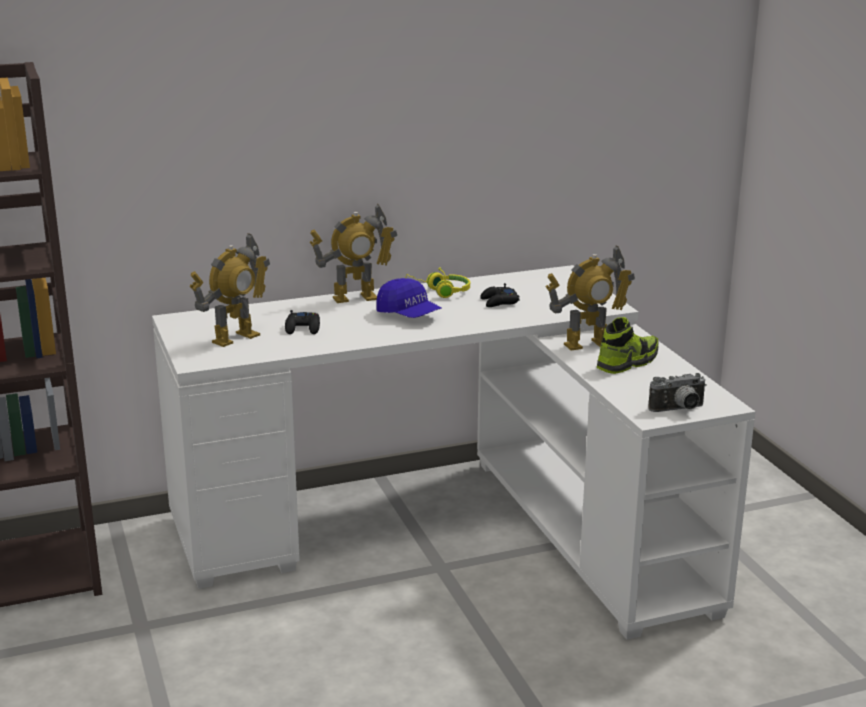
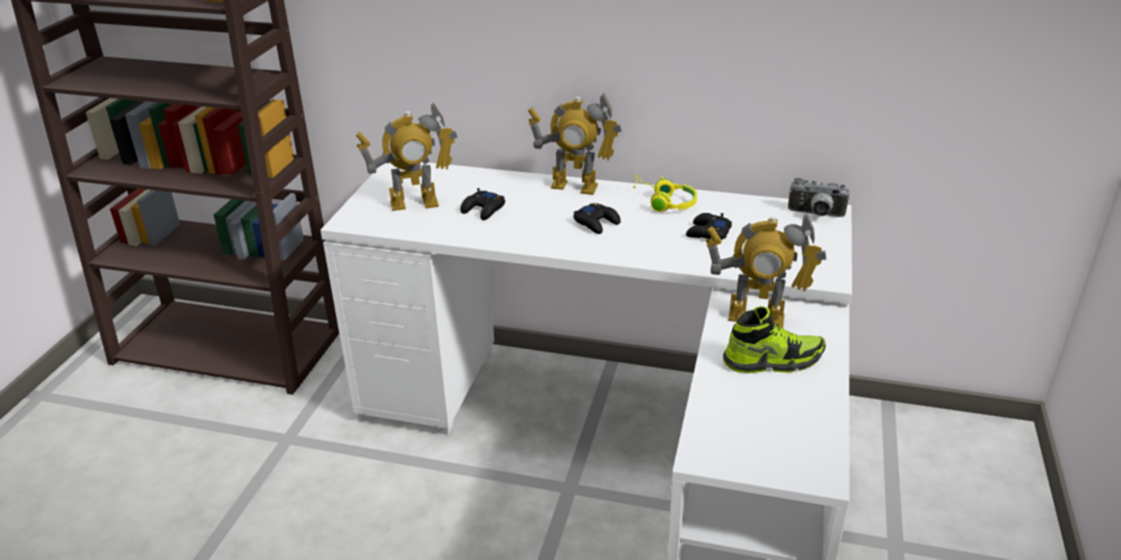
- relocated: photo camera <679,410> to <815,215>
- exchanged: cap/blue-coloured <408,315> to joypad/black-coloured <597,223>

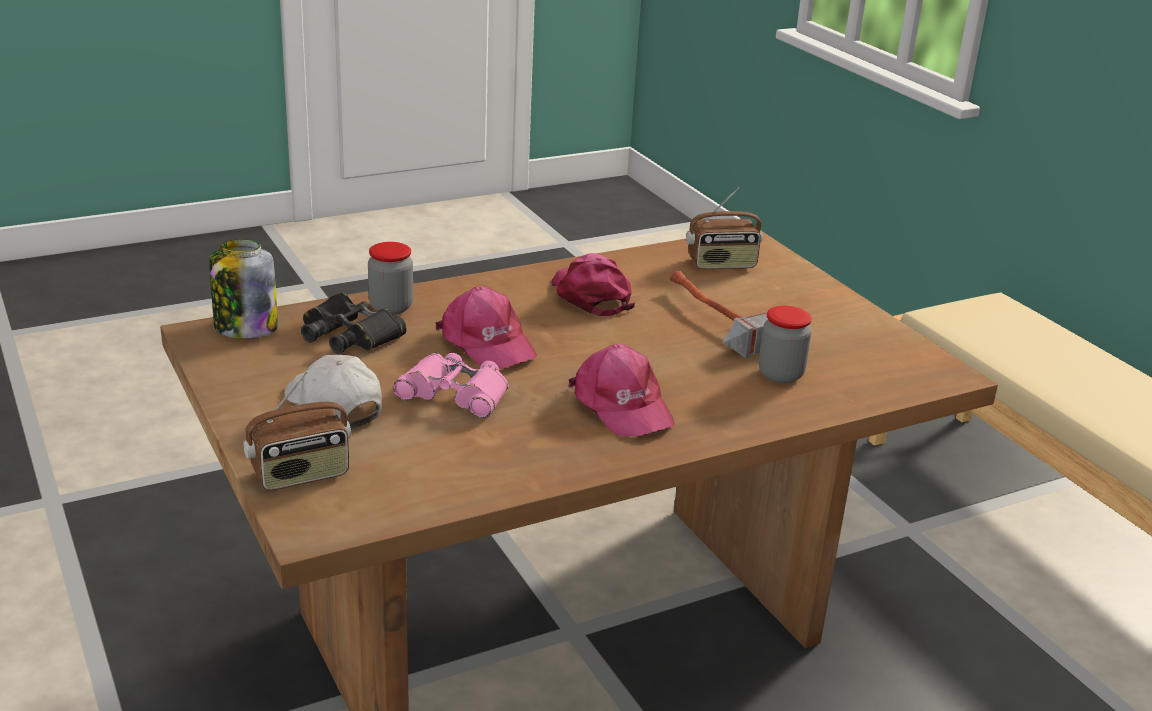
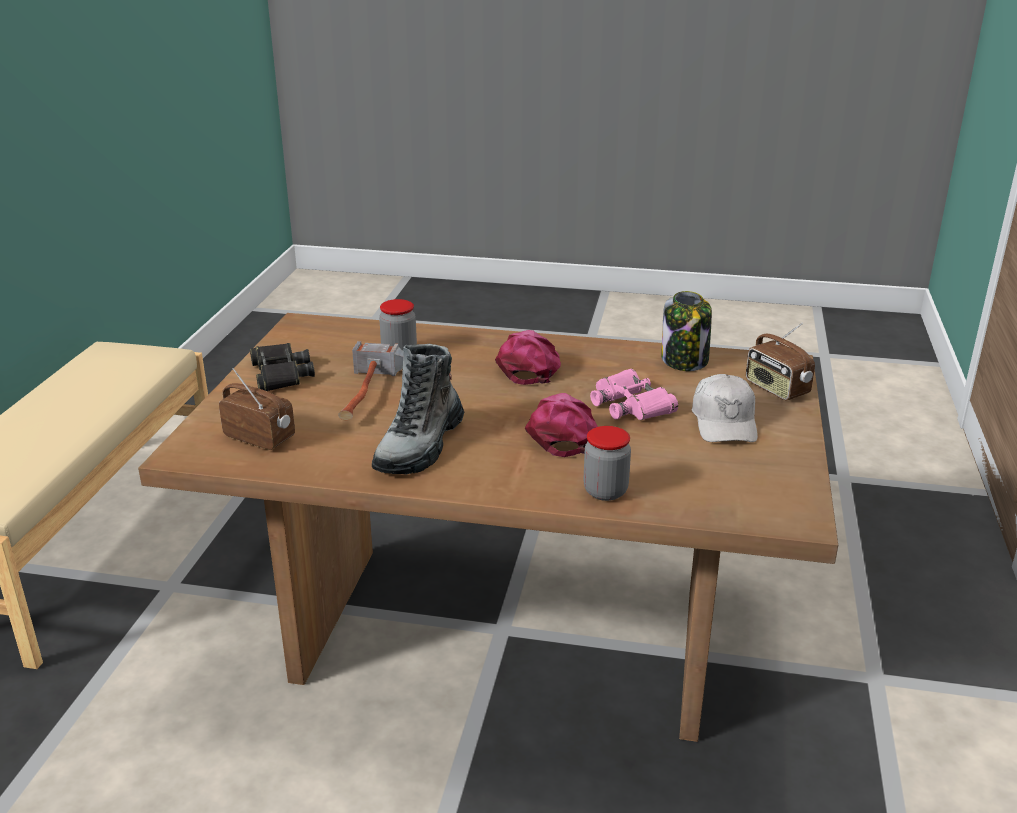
- relocated: jar <245,328> to <685,360>
- relocated: field glasses/black-coloured <349,335> to <280,374>
- exchanged: cap/pinkish <591,295> to tall boot <420,446>
- spun: radio <301,475> = <776,389> 135 degrees counterclockwise

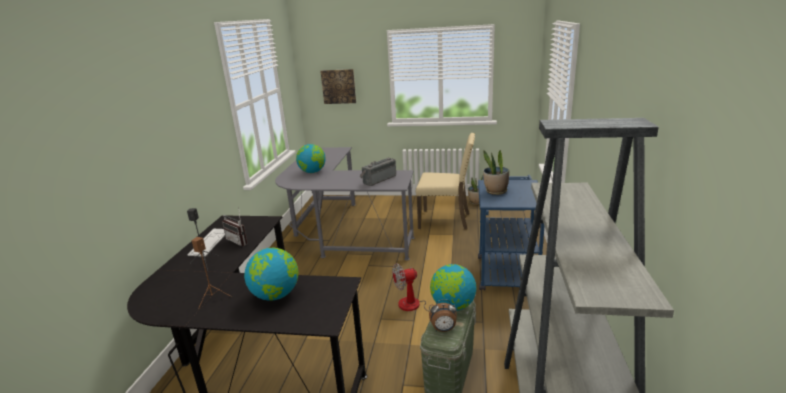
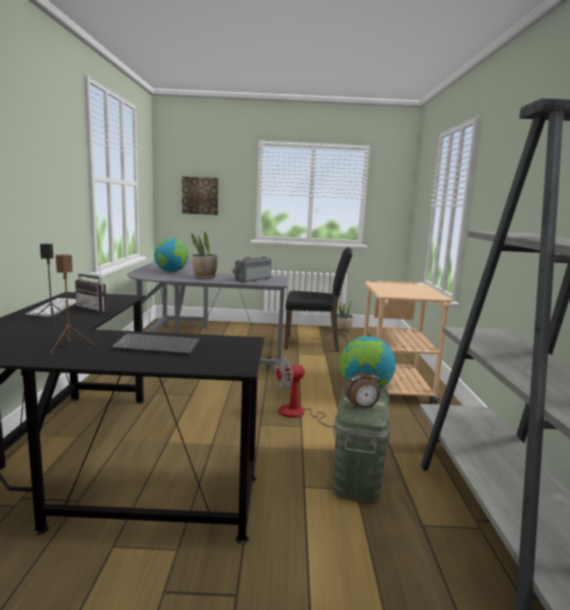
- relocated: potted plant <495,191> to <204,277>
- exchanged: globe <276,295> to computer keyboard <158,346>
- colour: plain chair/beige <445,220> to plain chair/black-coloured <313,344>
- colour: cart/blue-coloured <506,270> to cart/beige <392,385>

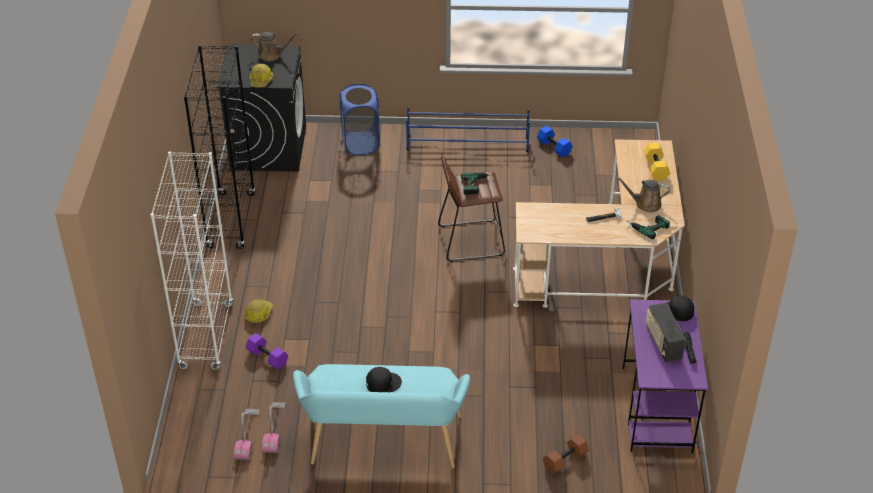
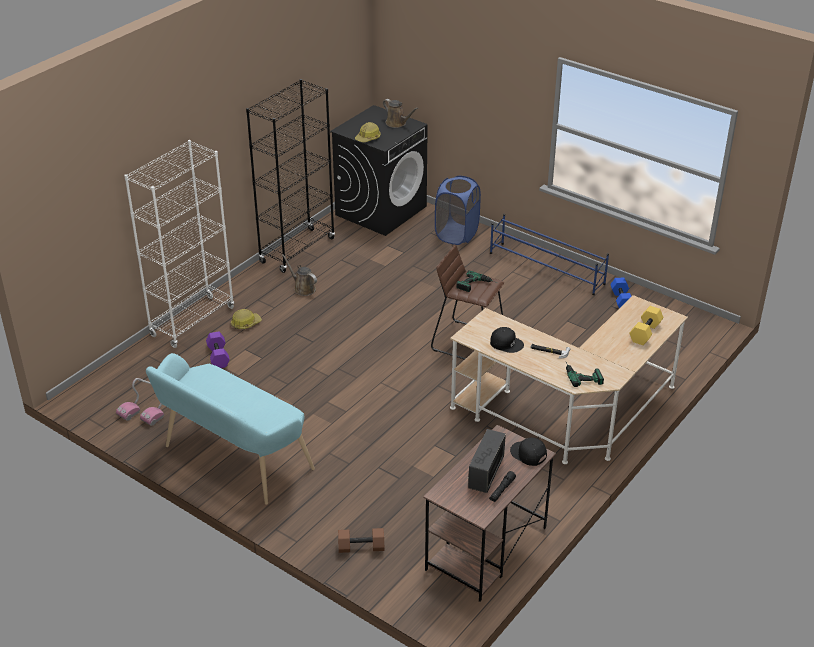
- relocated: cap/black-coloured <383,382> to <506,343>
- relocated: watering can/brownish <645,204> to <303,288>
- colour: desk unit/purplish <657,409> to desk unit/brownish <486,549>

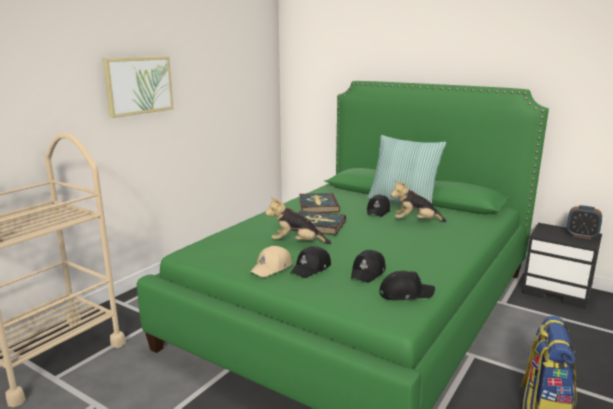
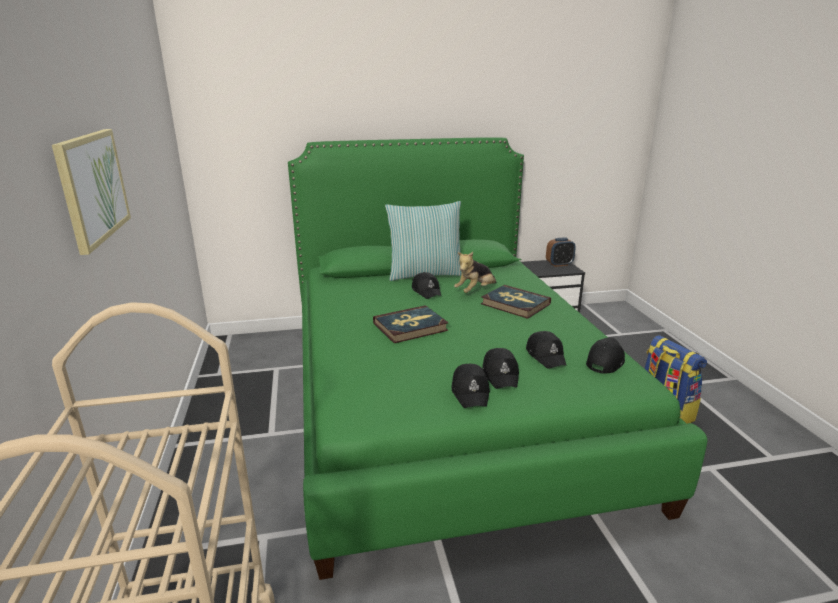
- missing: plush toy <296,243>
- relocated: volume <318,205> to <515,304>
- colour: cap/beige <272,268> to cap/black-coloured <470,392>

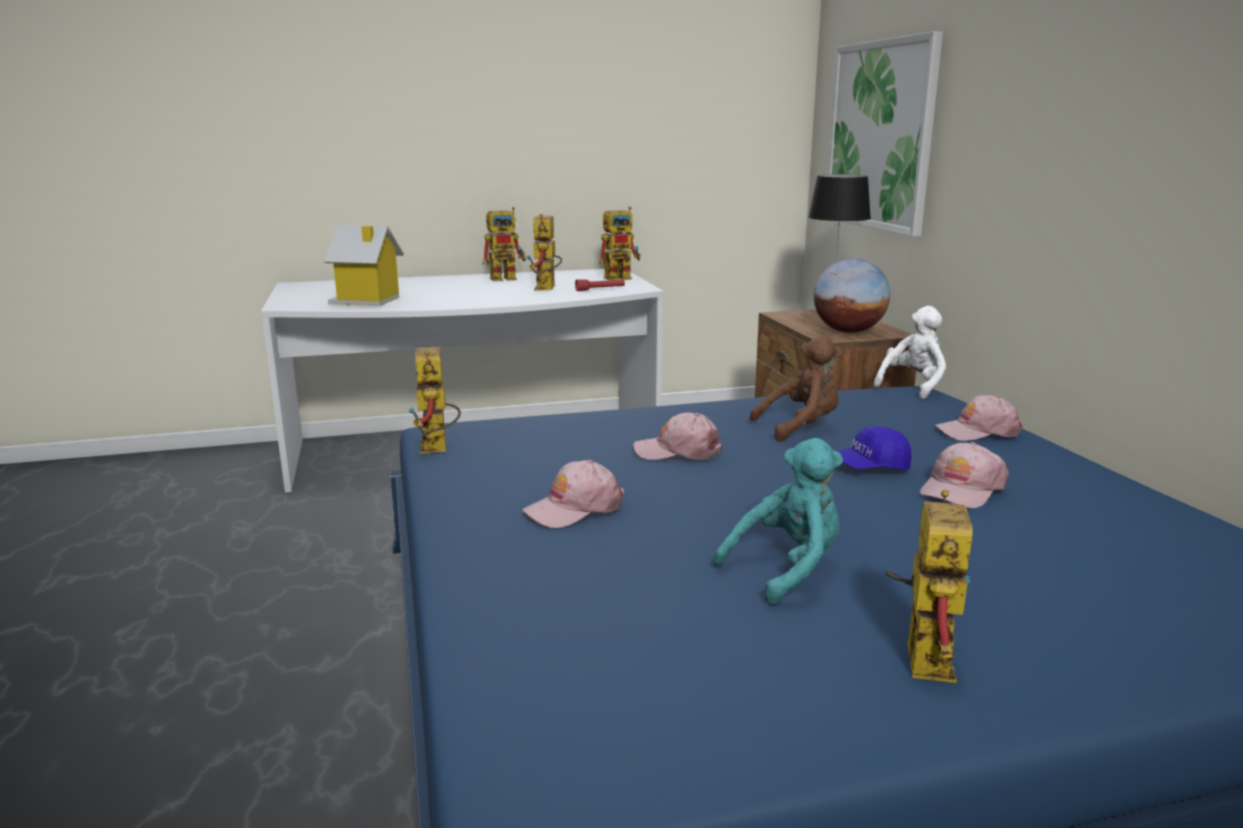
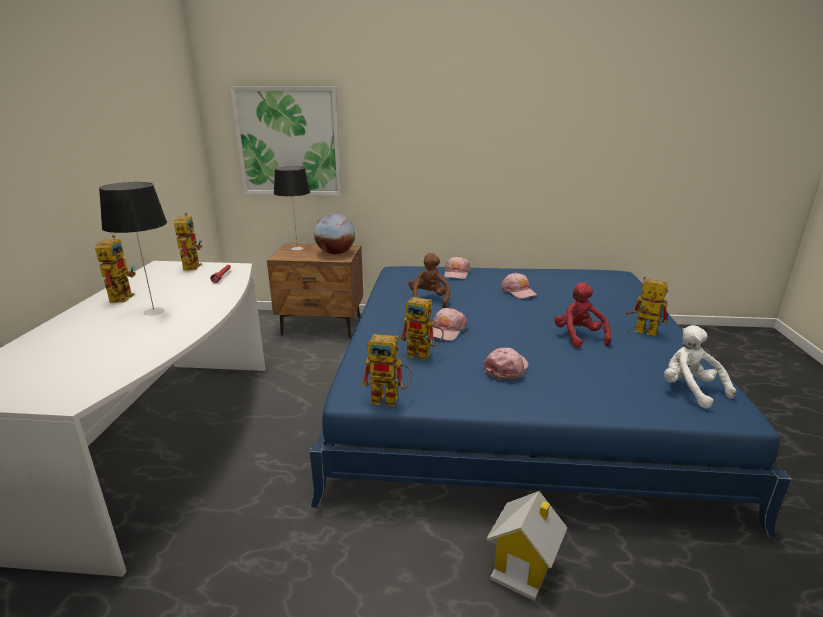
- missing: cap/blue-coloured <869,467>
- appeared: lamp for a table <154,311>
- relocated: model house <367,301> to <523,566>
- relocated: robot figure <546,289> to <424,355>
- relocated: plush toy/white <912,386> to <690,390>
- colour: plush toy/blue-green <787,569> to plush toy/red-coloured <578,337>
- spun: cap/pinkish <574,508> = <506,368> 135 degrees counterclockwise

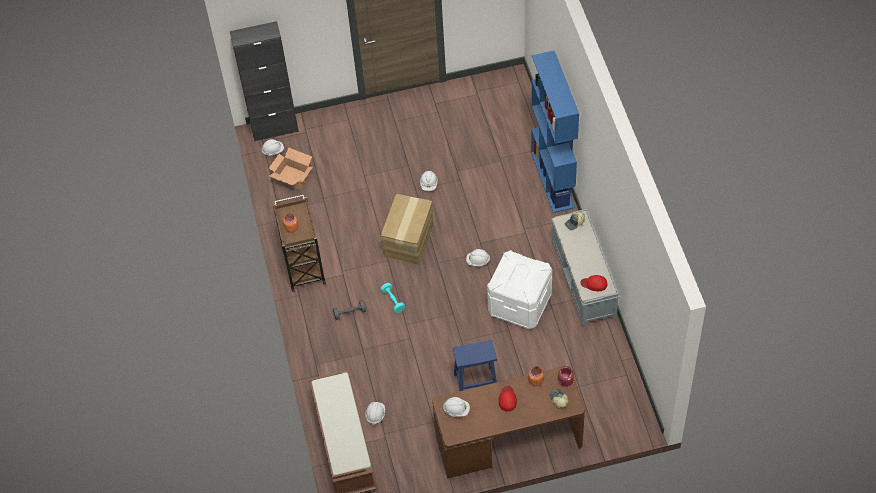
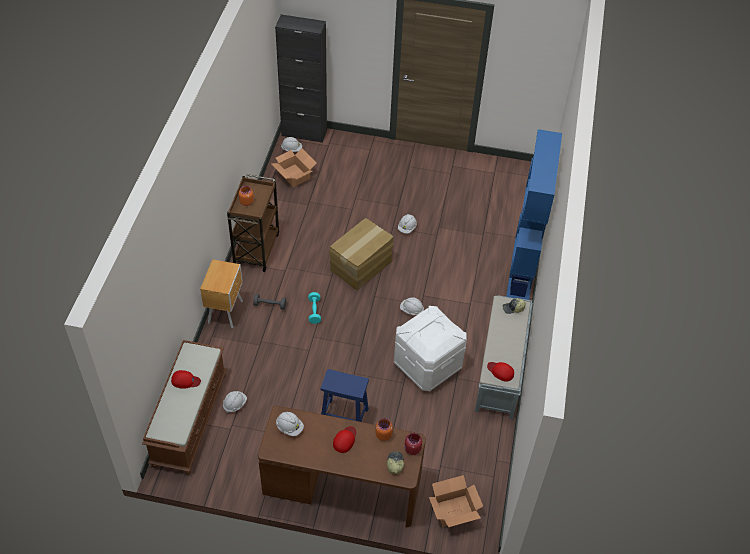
- appeared: cap/red-coloured <185,381>
- appeared: nightstand/brownish <226,311>
- appeared: cardboard box <453,510>

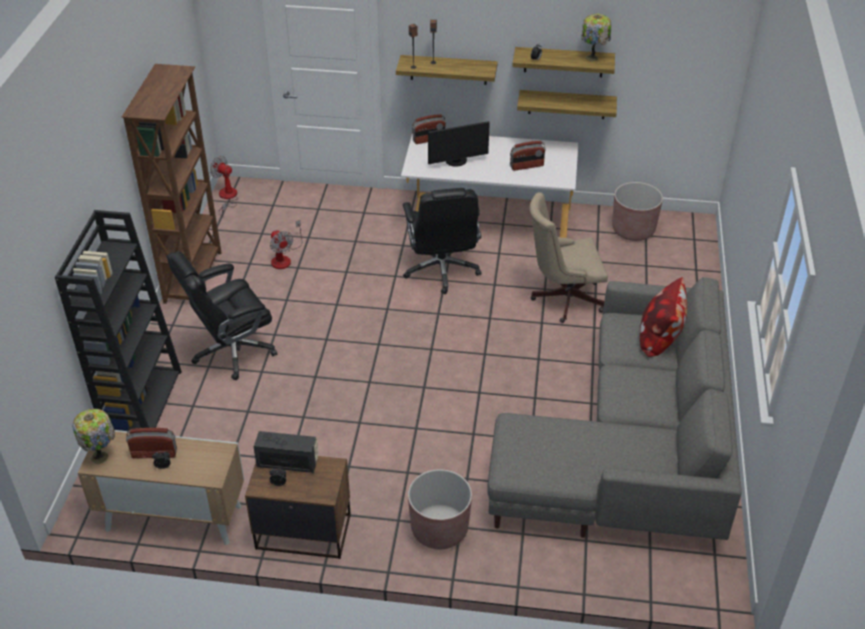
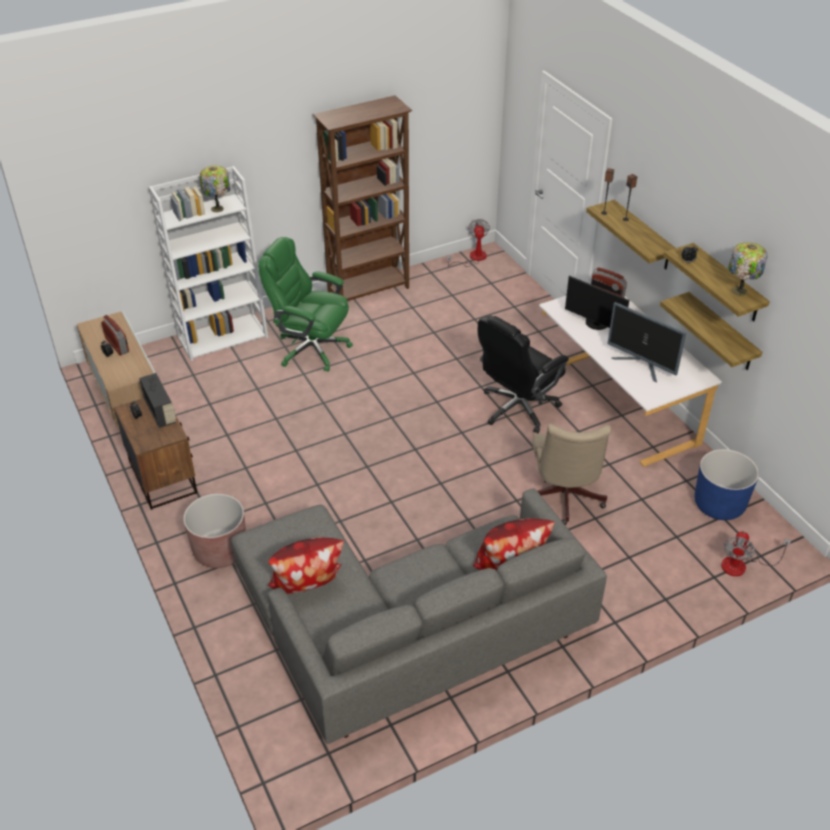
- appeared: cushion <308,585>
- relocated: lamp for a table <101,456> to <218,209>
- relocated: cooling fan <284,258> to <742,565>
- exchanged: radio <526,166> to computer screen <641,366>
- colour: bookshelf/black-coloured <142,402> to bookshelf/white <223,336>
- colour: desk chair/black-coloured <232,351> to desk chair/green <311,348>
- colour: plant pot/brownish <633,230> to plant pot/blue-coloured <719,504>
- spun: desk chair/beige <562,298> = <564,499> 135 degrees counterclockwise

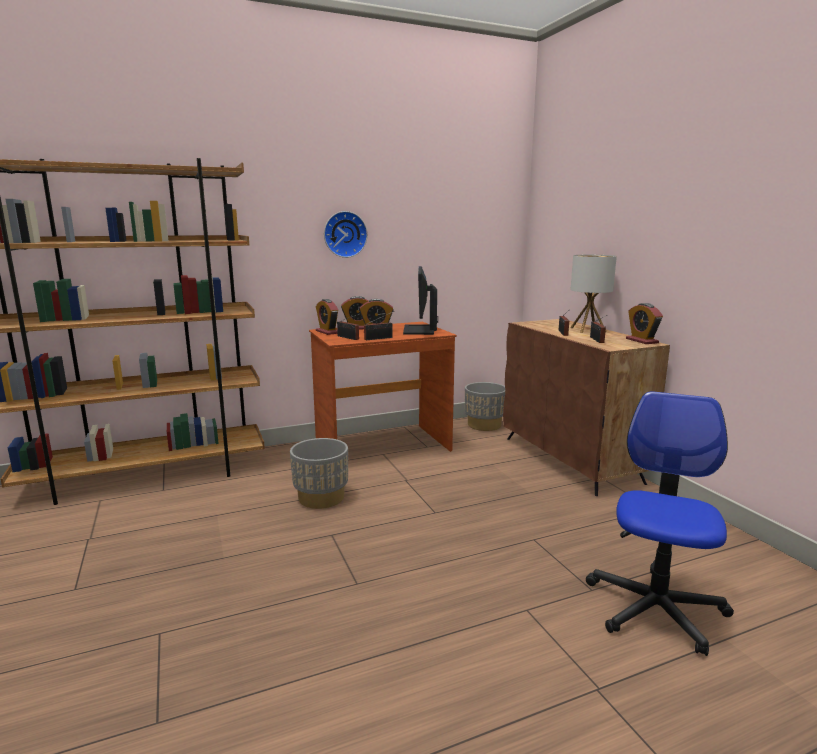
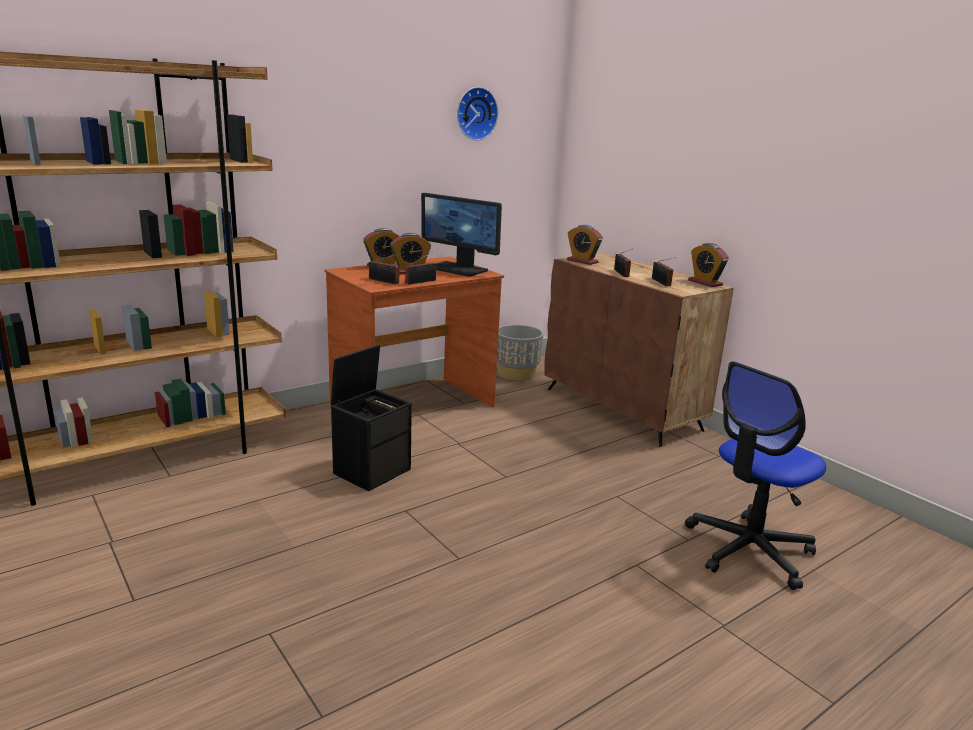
- missing: lamp for a table <587,329>
- relocated: table clock <327,332> to <582,261>
- relocated: wall clock <344,234> to <475,113>
- exchanged: plant pot/gray <321,498> to storage box/black-coloured <372,470>
- spun: computer screen <420,330> = <458,269> 45 degrees counterclockwise
- spun: desk chair <655,608> = <748,550> 135 degrees counterclockwise

